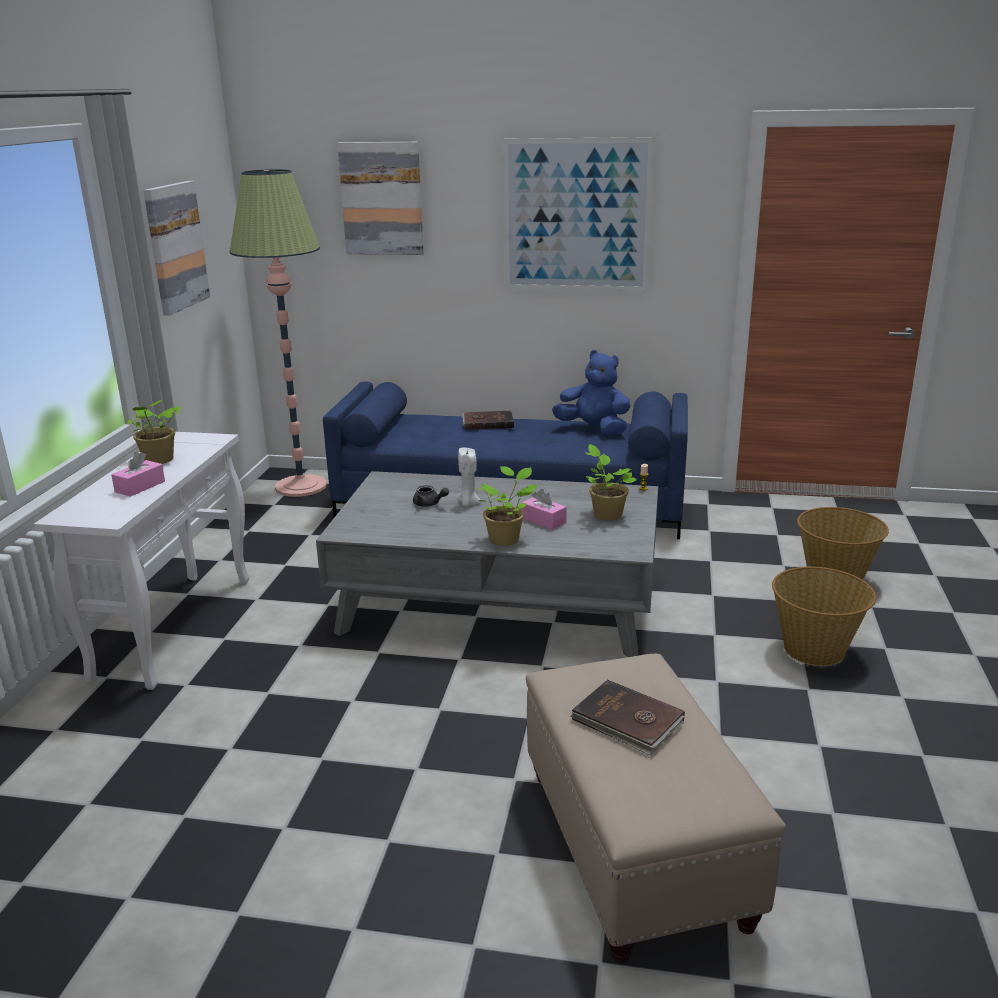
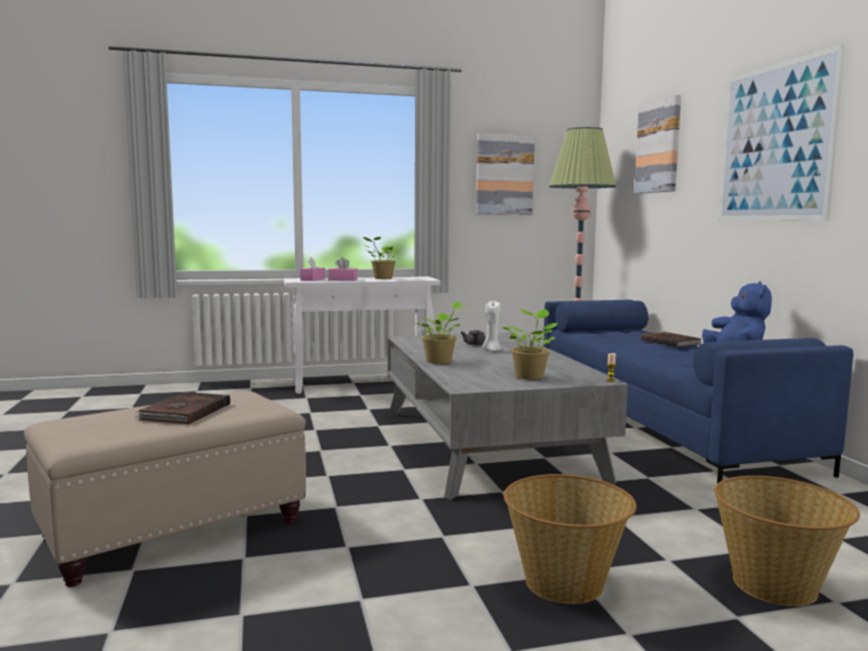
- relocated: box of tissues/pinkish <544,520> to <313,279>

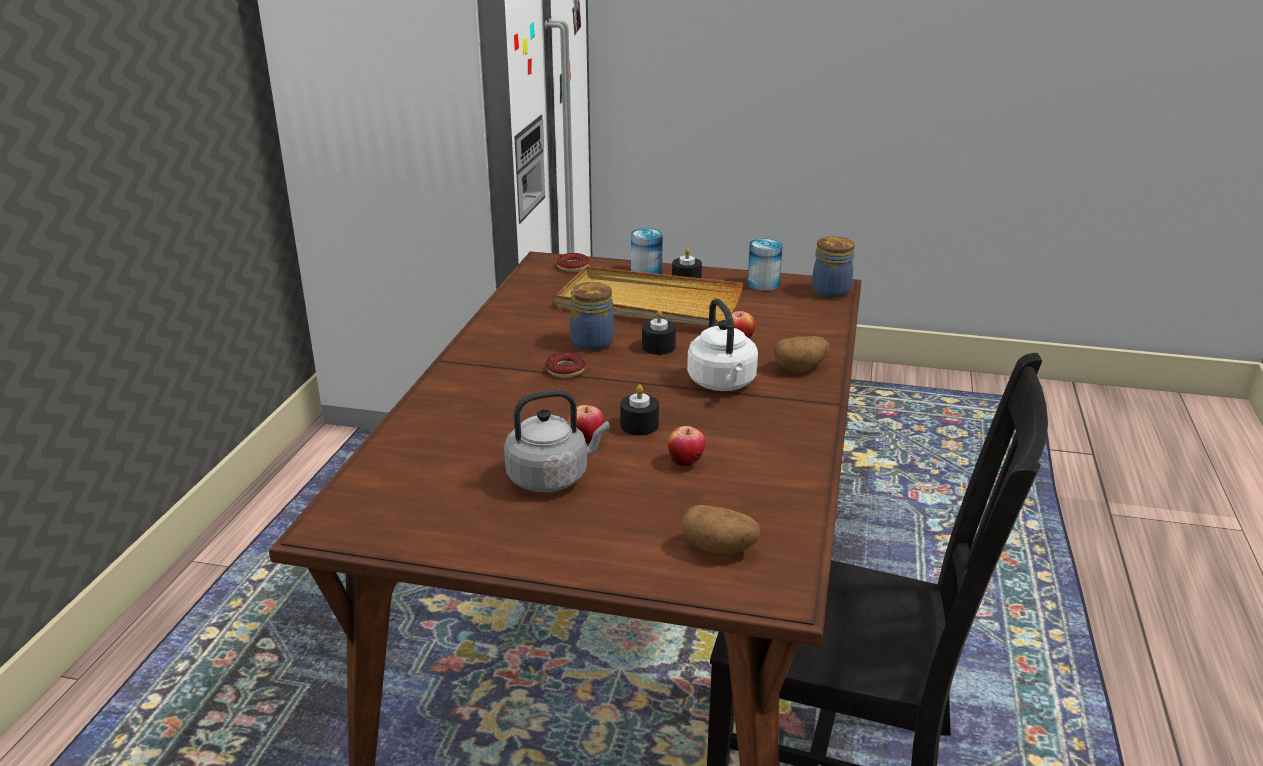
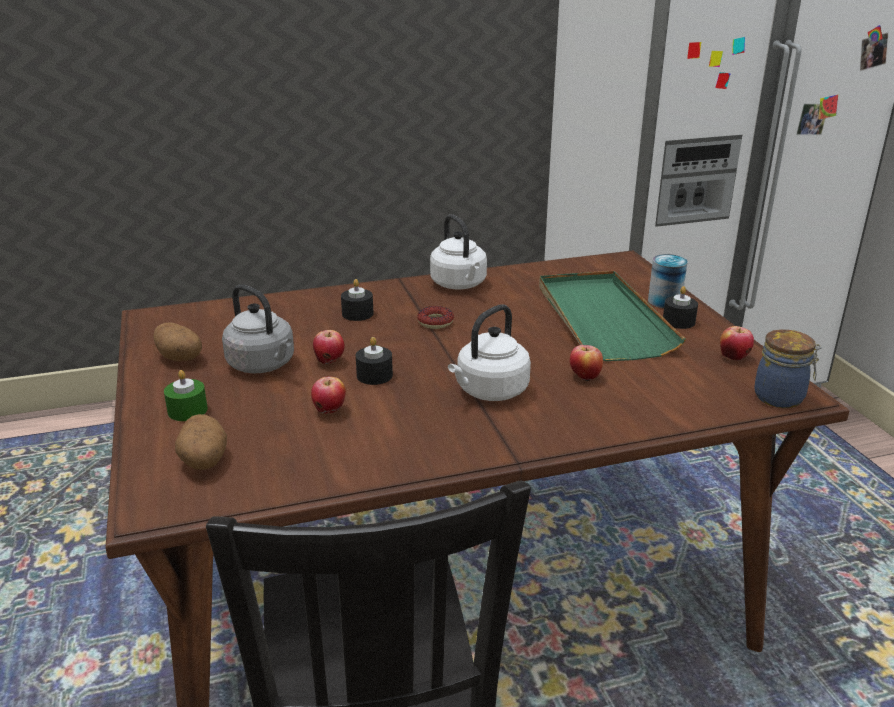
- missing: ring doughnut <573,267>
- missing: jar <591,342>
- appeared: wax candle/green <187,410>
- appeared: water kettle/white <460,285>
- relocated: wax candle/black-coloured <658,347> to <357,314>
- relocated: potato <800,368> to <181,358>
- exchanged: sealed can <763,284> to whole apple <733,358>
- colour: serving tray/beige <648,304> to serving tray/green <602,319>

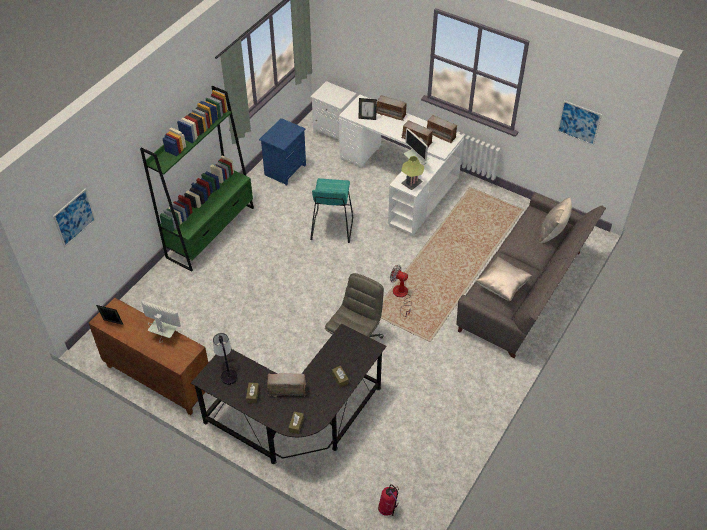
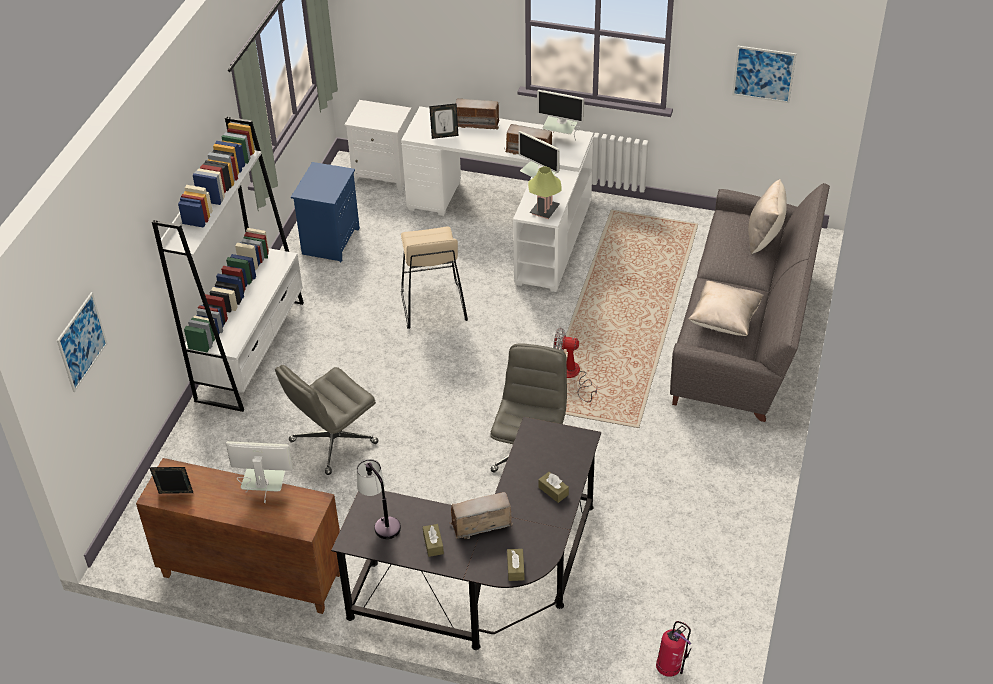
- appeared: desk chair/gray <333,442>
- exchanged: radio <441,135> to computer screen <561,137>
- colour: bookshelf/green <211,232> to bookshelf/white <251,350>
- colour: sitting stool/blue-green <331,227> to sitting stool/beige <432,305>

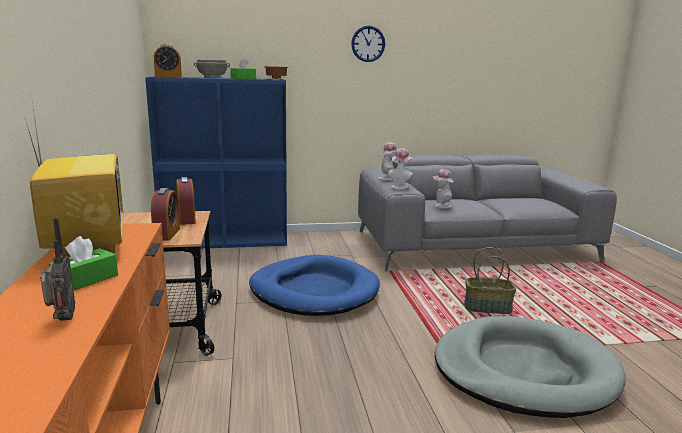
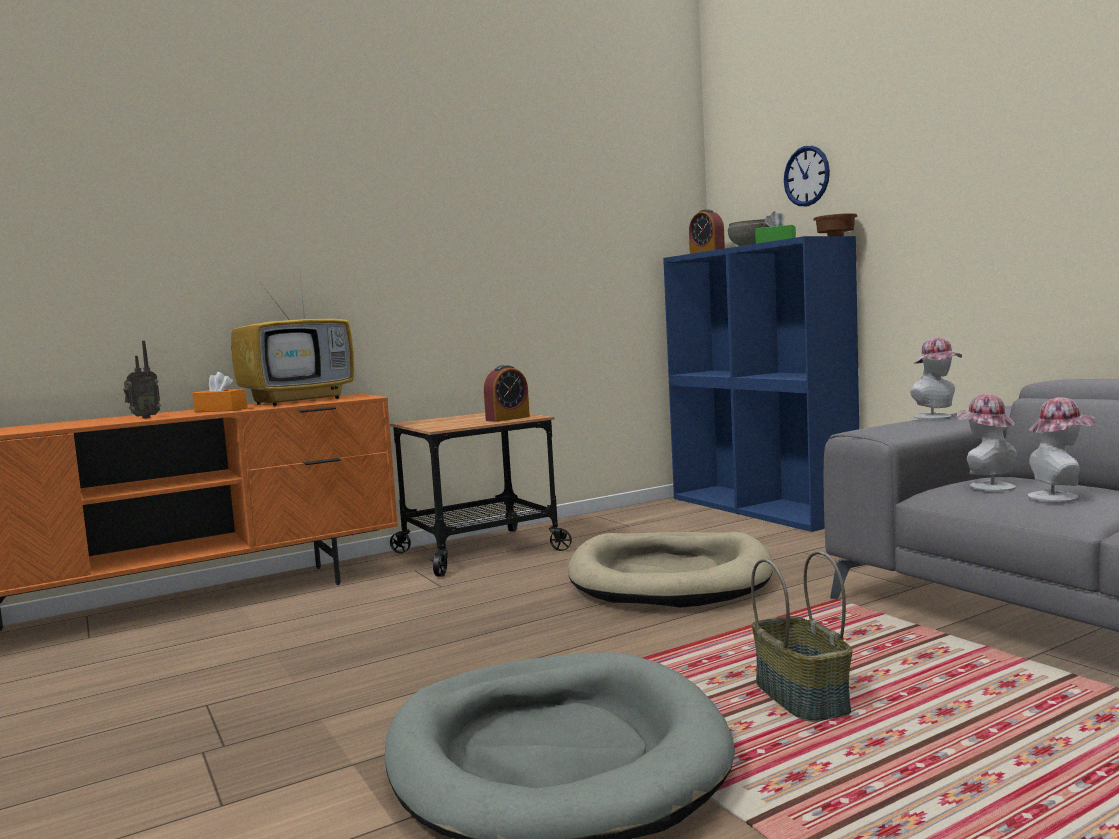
- missing: table clock <167,234>
- relocated: wall clock <368,44> to <806,176>
- relocated: hat <400,187> to <1059,496>
- colour: box of tissues/green <85,280> to box of tissues/orange-coloured <220,410>
- colour: dog bed/blue-coloured <314,291> to dog bed/beige <669,577>

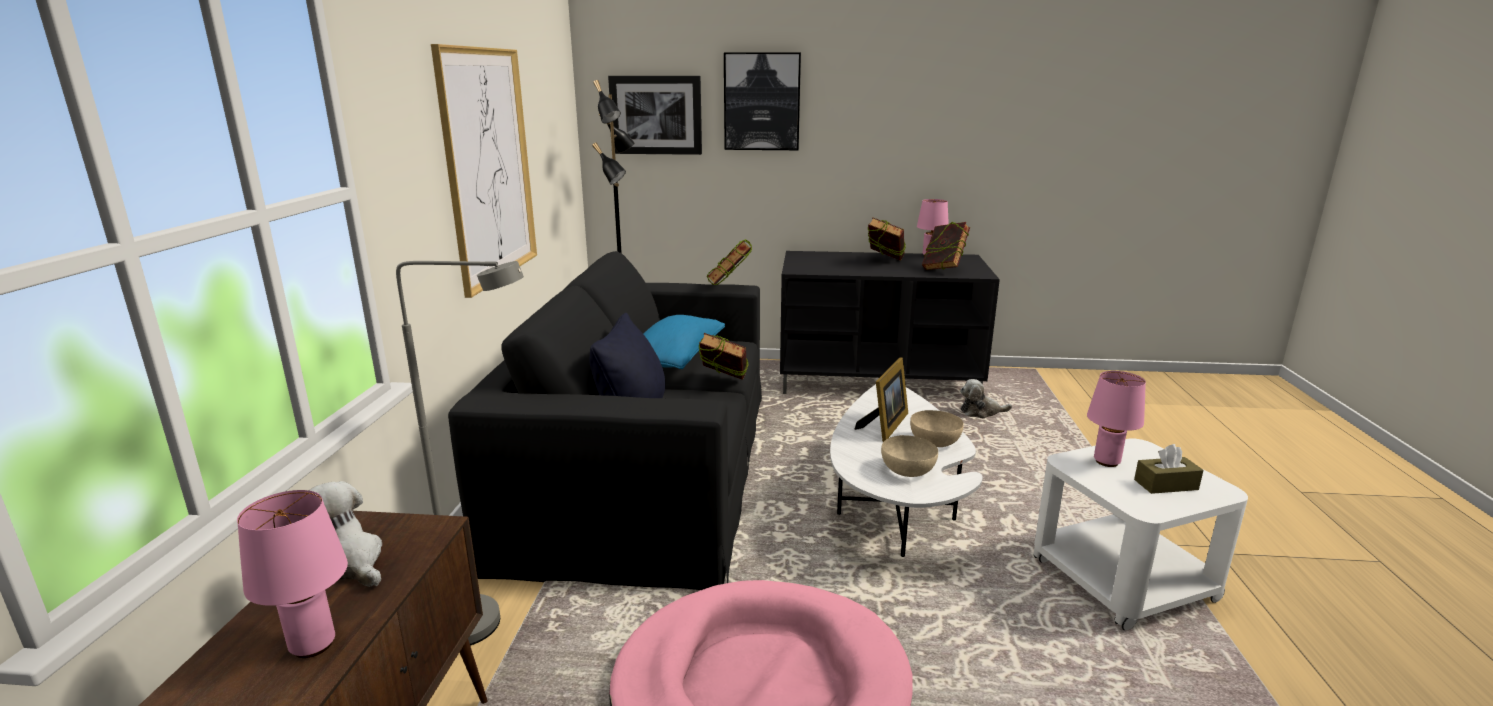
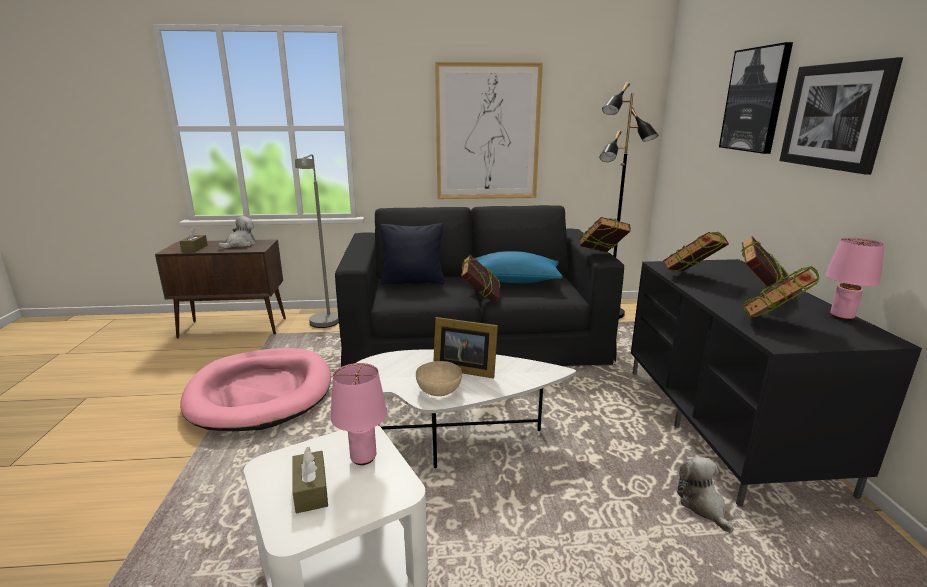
- missing: deep dish/beige <907,470>
- appeared: volume <691,277>
- relocated: wall art <656,115> to <835,116>
- exchanged: lamp for a table/pinkish <312,645> to box of tissues/brownish <194,248>

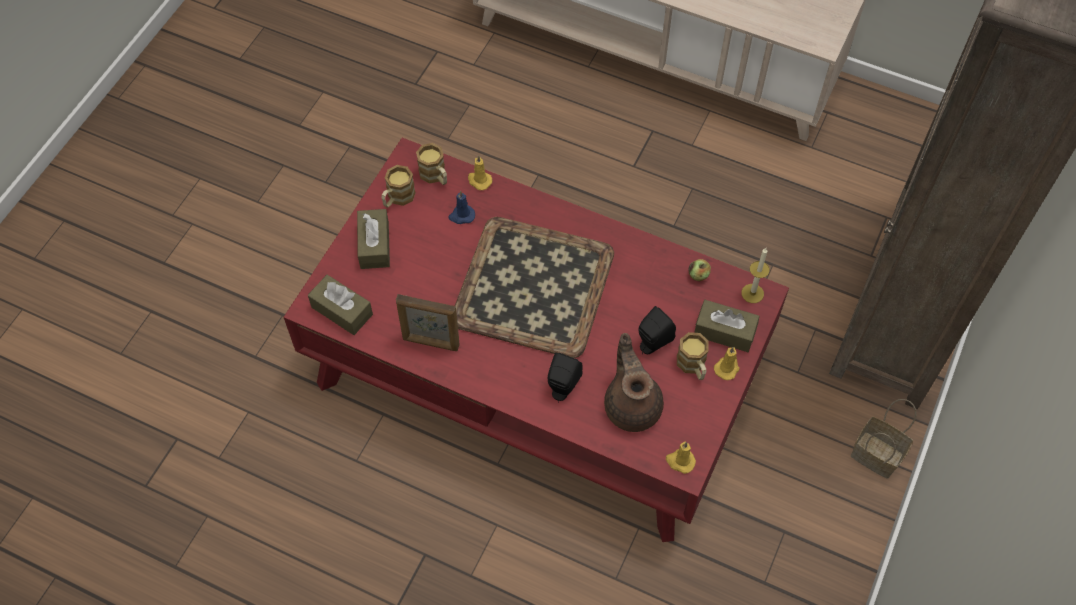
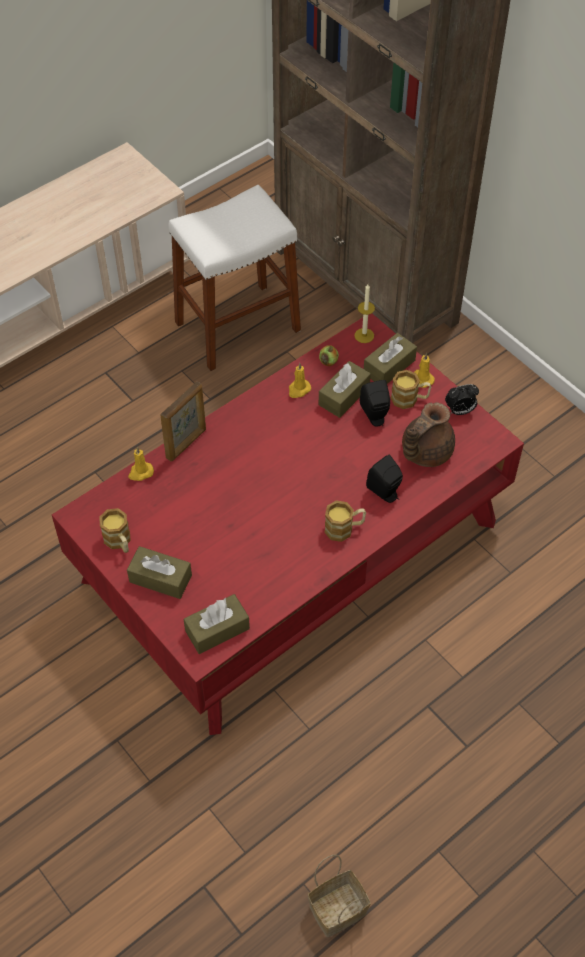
- missing: wax candle/blue-coloured <461,216>
- missing: serving tray <532,285>
- appeared: sitting stool/white <237,326>
- appeared: box of tissues/brownish <344,396>
- appeared: table clock <460,411>
- relocated: standing frame <431,342> to <187,443>
- relocated: tea mug <435,176> to <344,528>
- relocated: wax candle/yellowish <680,461> to <298,390>
- relocated: storage basket <878,455> to <339,908>
- spun: pot for tea/brownish <632,405> = <424,452> 60 degrees counterclockwise

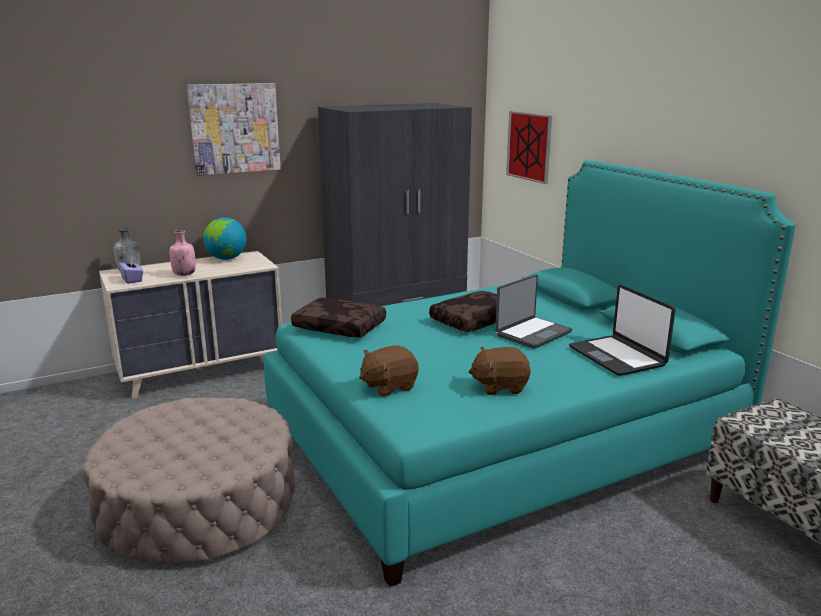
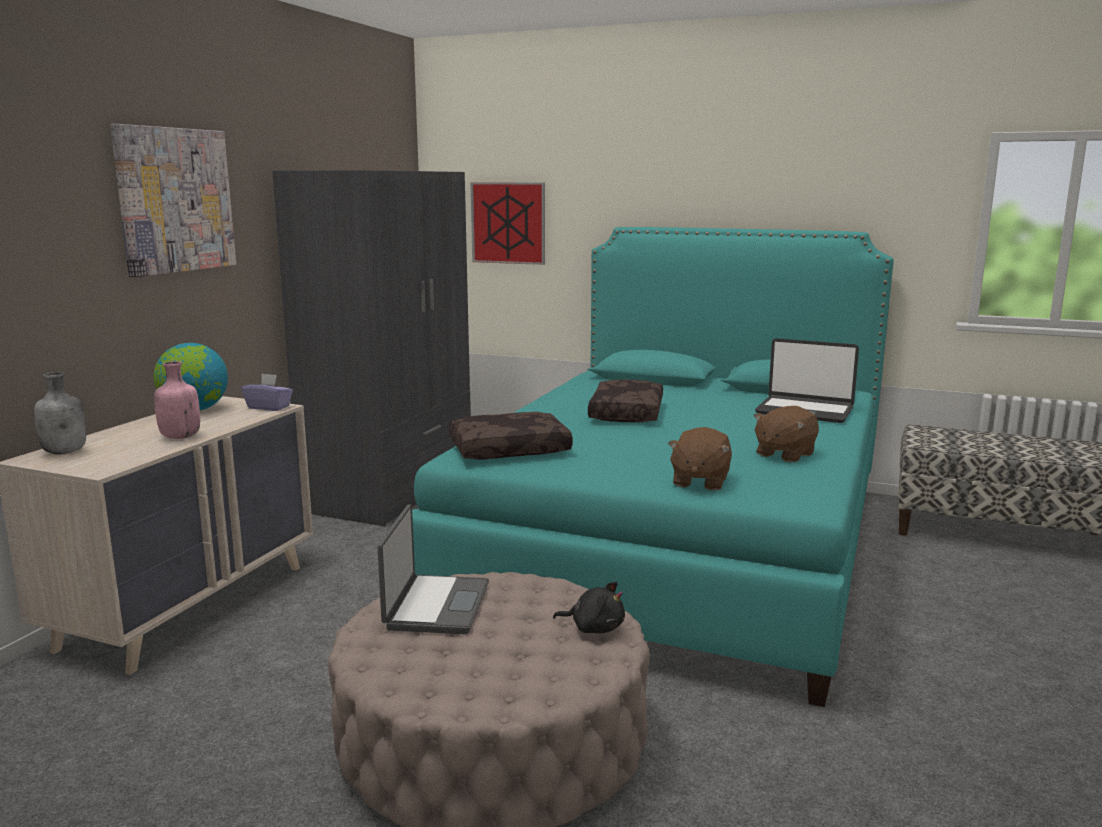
- appeared: plush toy/black-coloured <594,628>
- relocated: box of tissues/purplish <132,280> to <269,407>
- relocated: notebook computer <532,333> to <435,606>

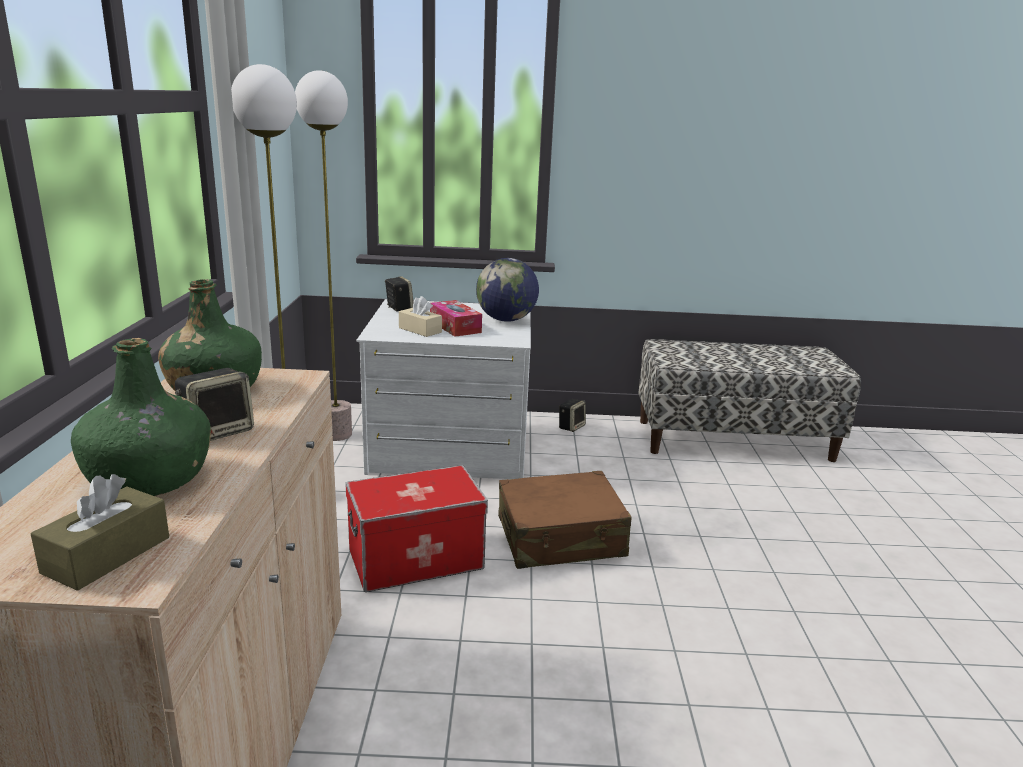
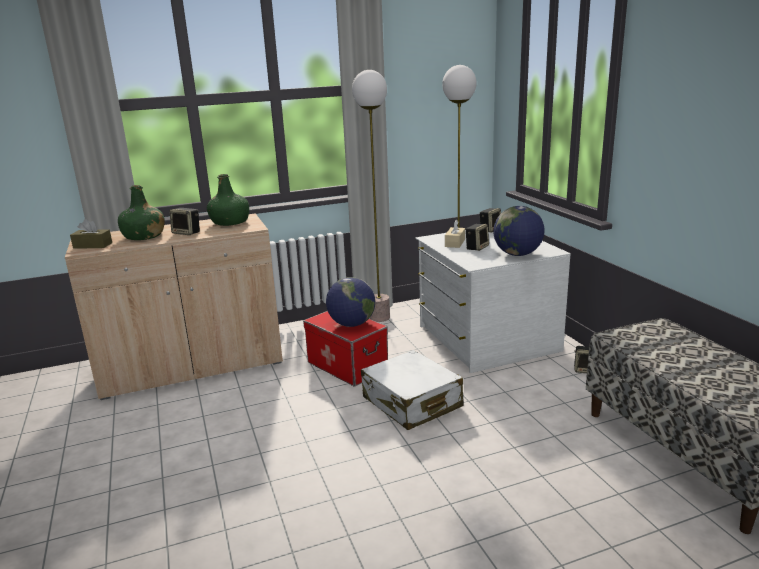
- appeared: globe <352,324>
- exchanged: box of tissues <455,327> to speaker <477,247>
- colour: travel case/brownish <561,538> to travel case/white <411,403>

